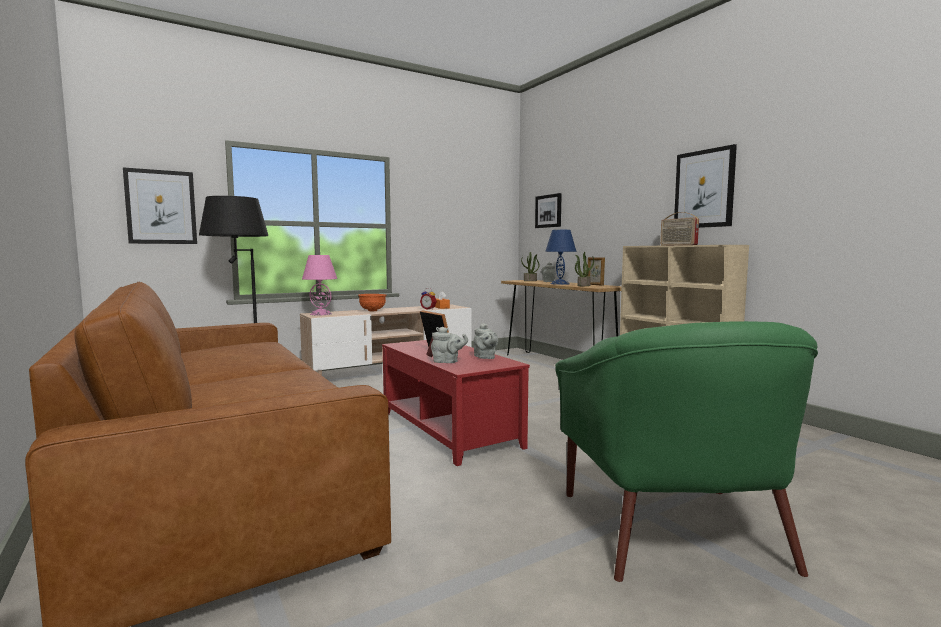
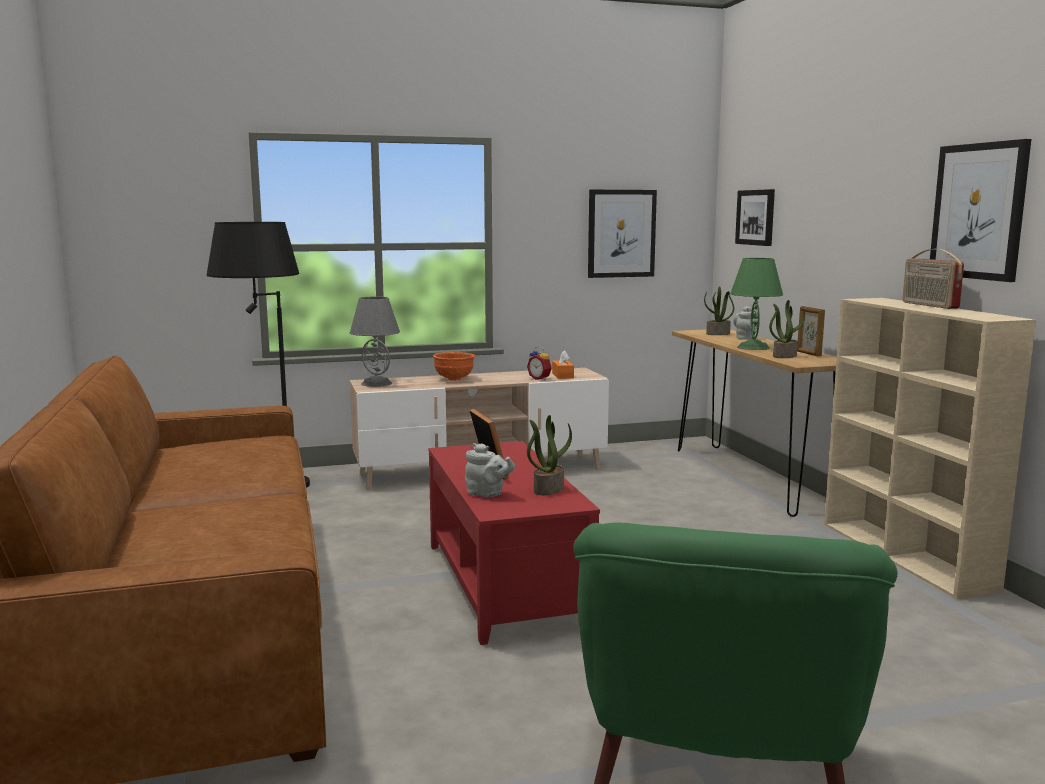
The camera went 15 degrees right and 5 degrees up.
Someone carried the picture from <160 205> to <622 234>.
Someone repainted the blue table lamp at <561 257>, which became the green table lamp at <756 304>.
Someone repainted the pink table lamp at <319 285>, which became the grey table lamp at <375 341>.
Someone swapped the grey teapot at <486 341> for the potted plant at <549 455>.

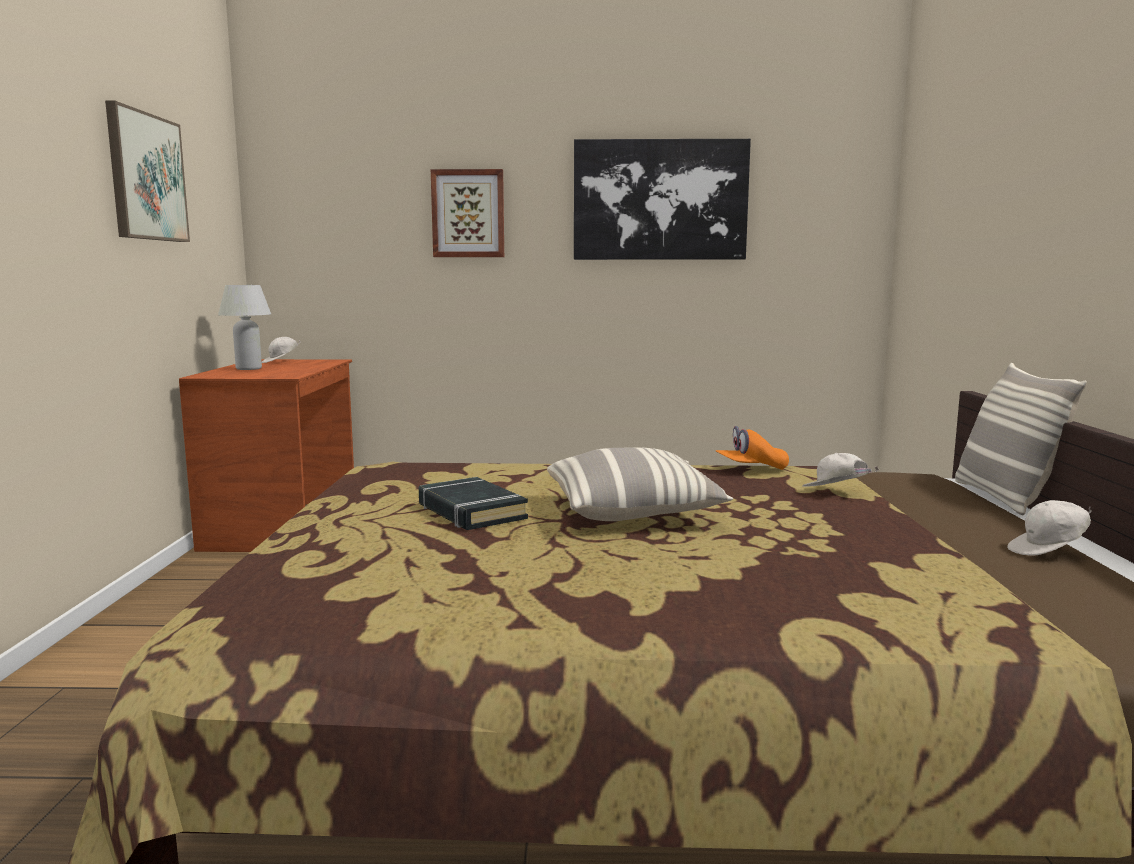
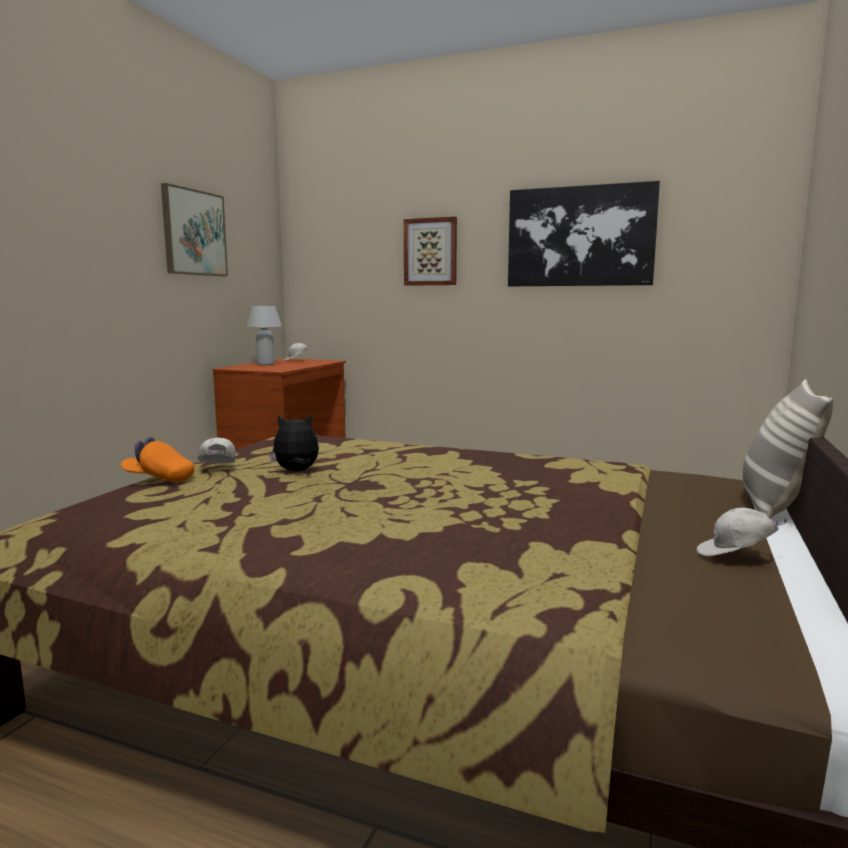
The camera went 20 degrees right and 0 degrees up.
Someone carried the orange cap from <752 448> to <157 459>.
Someone took away the pillow at <640 484>.
Someone carried the white cap from <840 470> to <216 450>.
Someone swapped the black book at <473 503> for the plush toy at <294 442>.

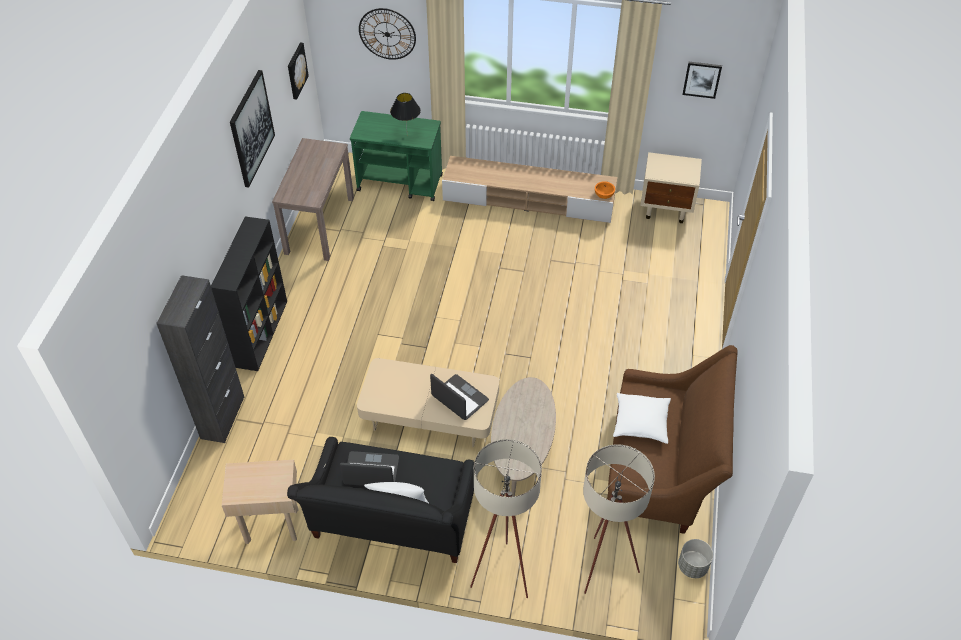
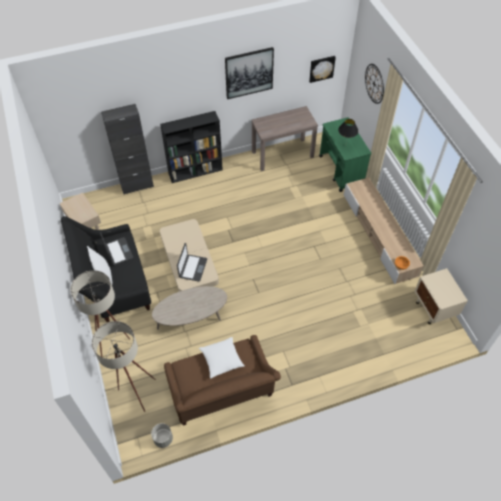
The camera went 60 degrees right and 5 degrees up.
Someone took away the picture at <702 80>.

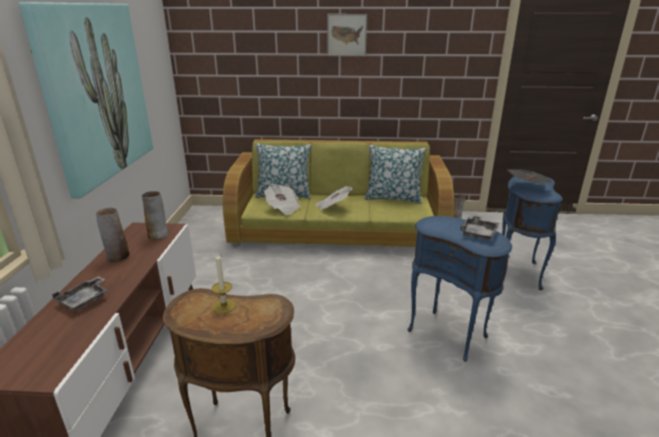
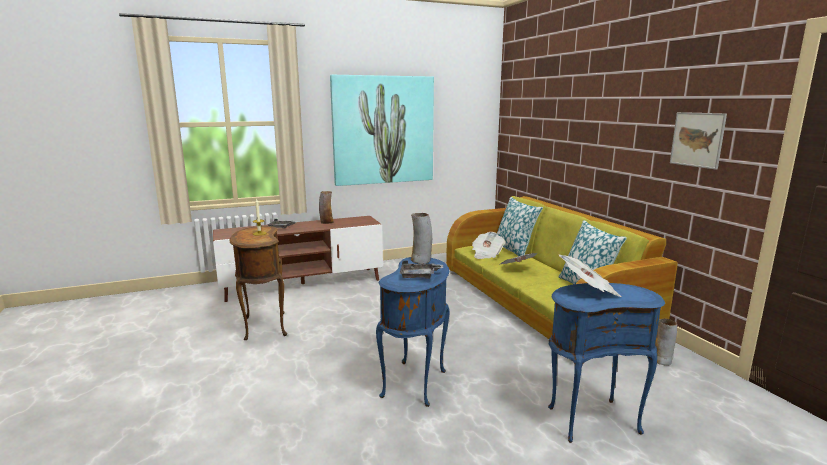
The camera went 65 degrees right and 10 degrees down.
Someone carried the picture from <347 35> to <698 141>.
Someone carried the vase from <155 215> to <421 238>.

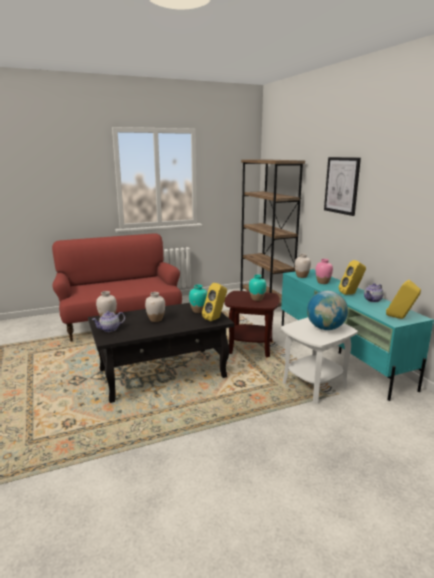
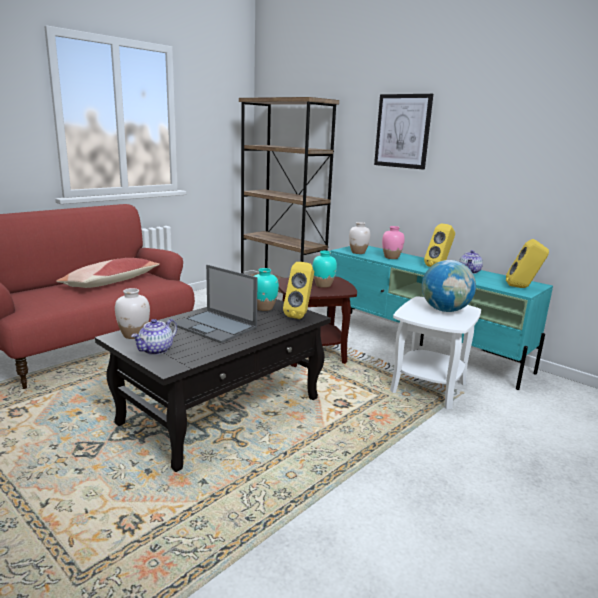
The camera went 25 degrees left and 0 degrees up.
Someone swapped the white vase at <155 307> for the laptop at <215 304>.
Someone put down the pillow at <108 273>.

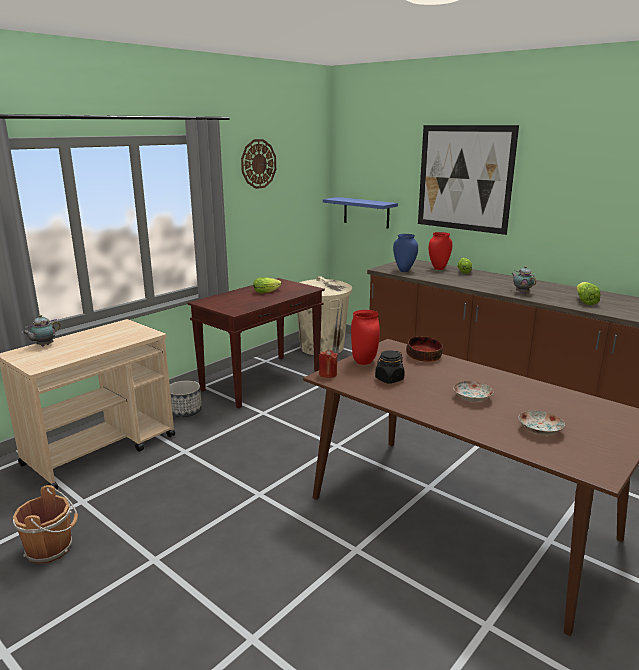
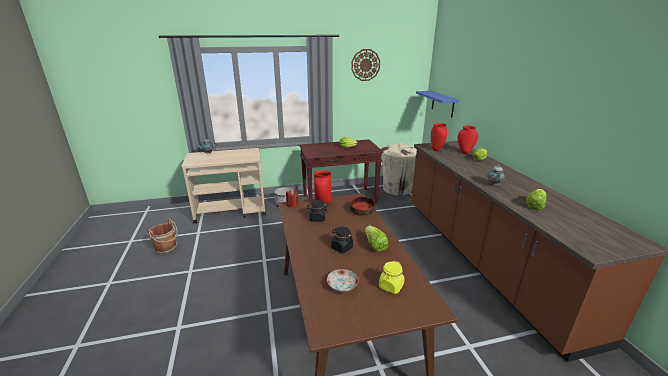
The camera went 35 degrees right and 5 degrees up.
Someone took away the picture at <468 180>.
Someone repainted the blue vase at <405 253>, which became the red vase at <439 137>.
Someone swapped the plate at <473 391> for the black jar at <342 239>.
Someone put down the lettuce at <376 239>.
Someone put down the yellow jar at <392 277>.

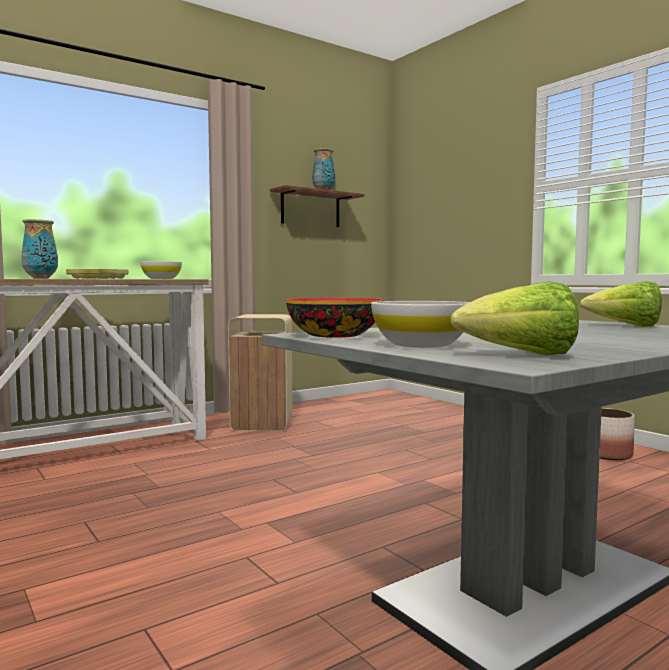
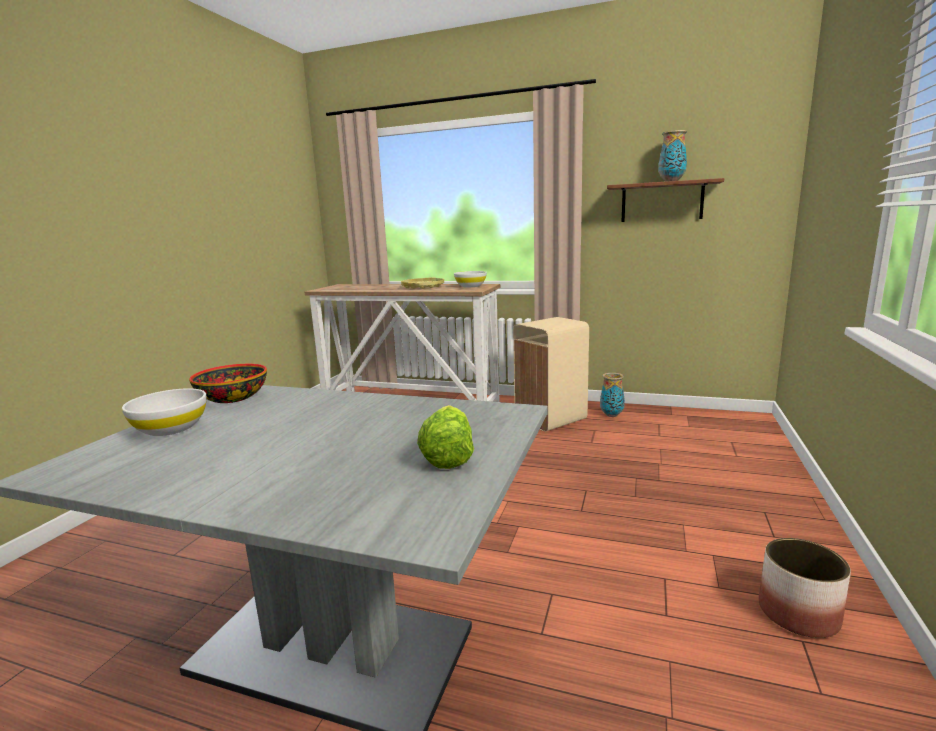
The camera went 55 degrees right and 10 degrees up.
Someone carried the vase from <39 249> to <612 395>.
Someone took away the lettuce at <514 318>.

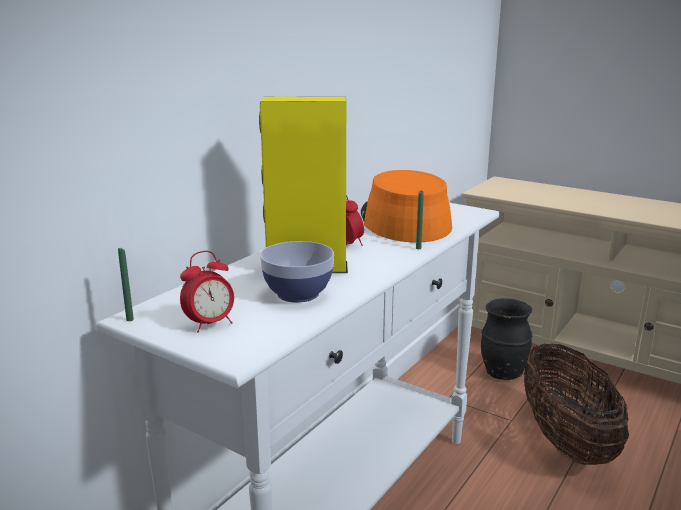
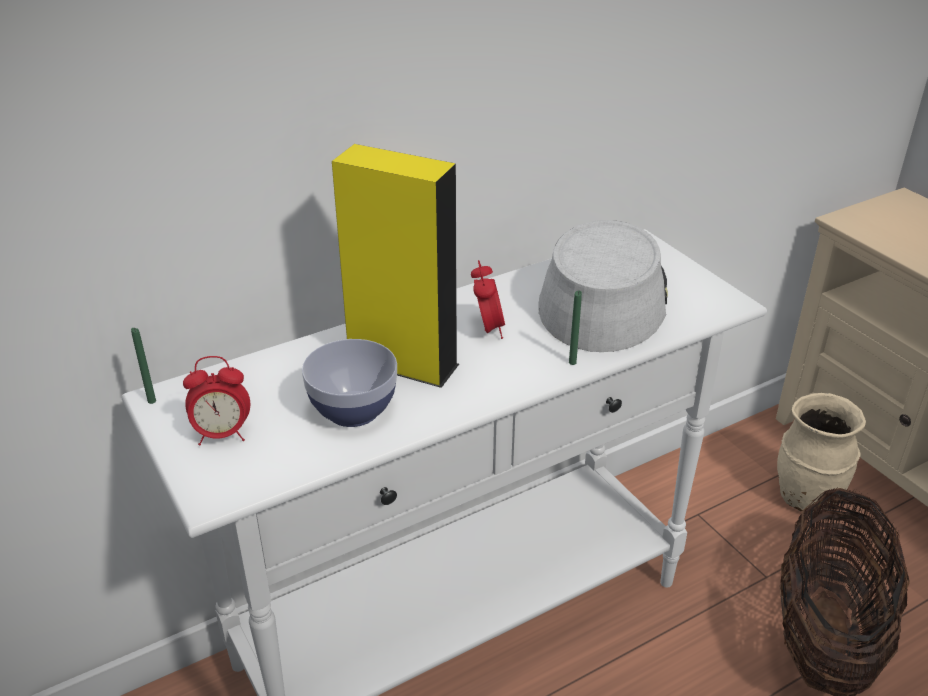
The camera went 25 degrees right and 15 degrees up.
Someone repainted the orange hat at <406 206>, which became the grey hat at <603 286>.
Someone repainted the black vase at <506 339>, which became the beige vase at <821 452>.

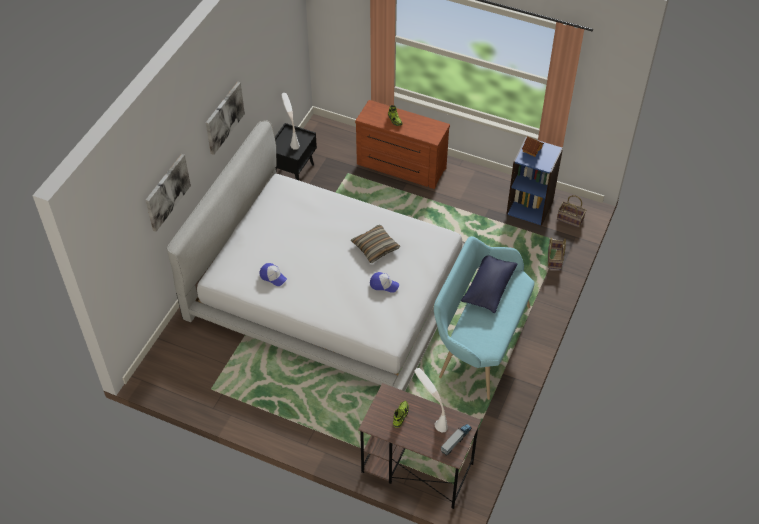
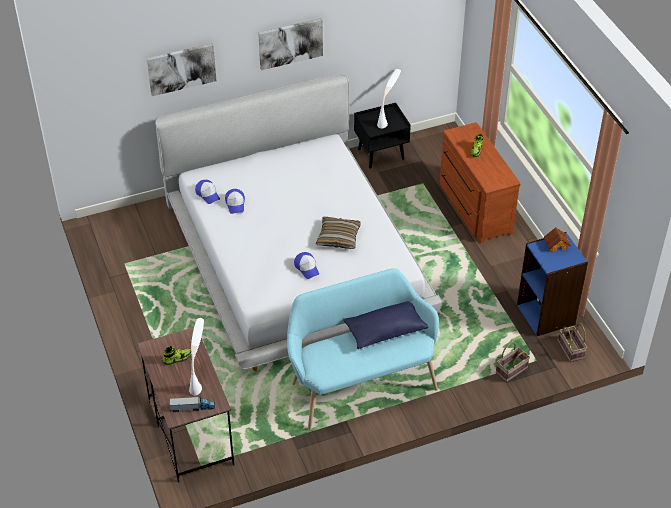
The camera went 45 degrees right and 5 degrees down.
Someone put down the cap at <207 192>.

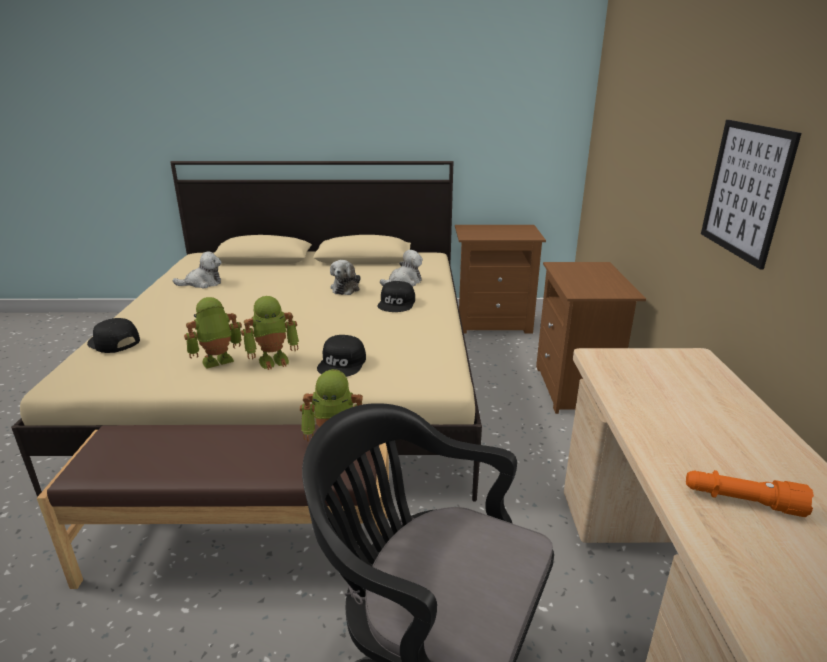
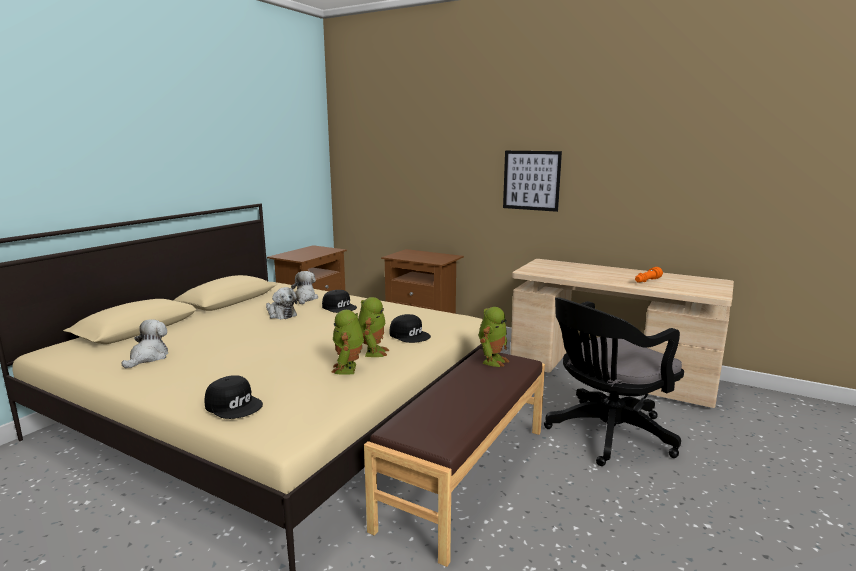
The camera went 60 degrees left and 10 degrees down.
Someone rotated the black cap at <113 335> by 120 degrees counterclockwise.

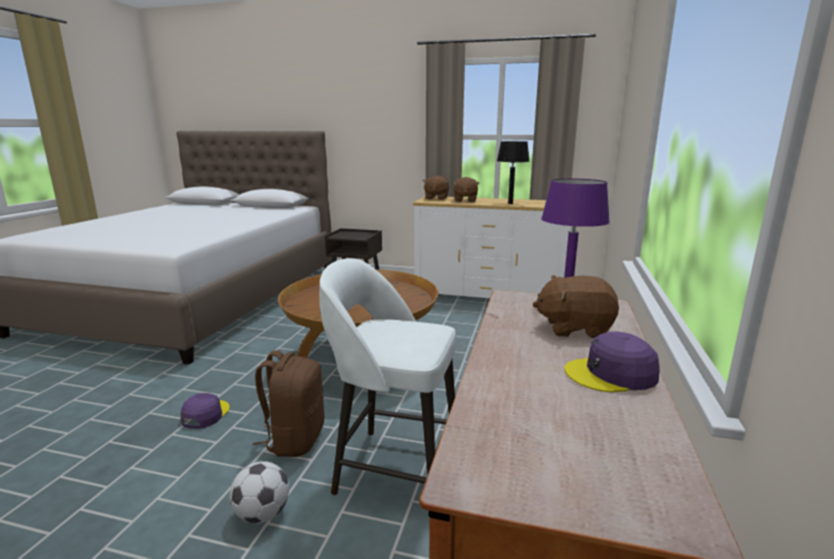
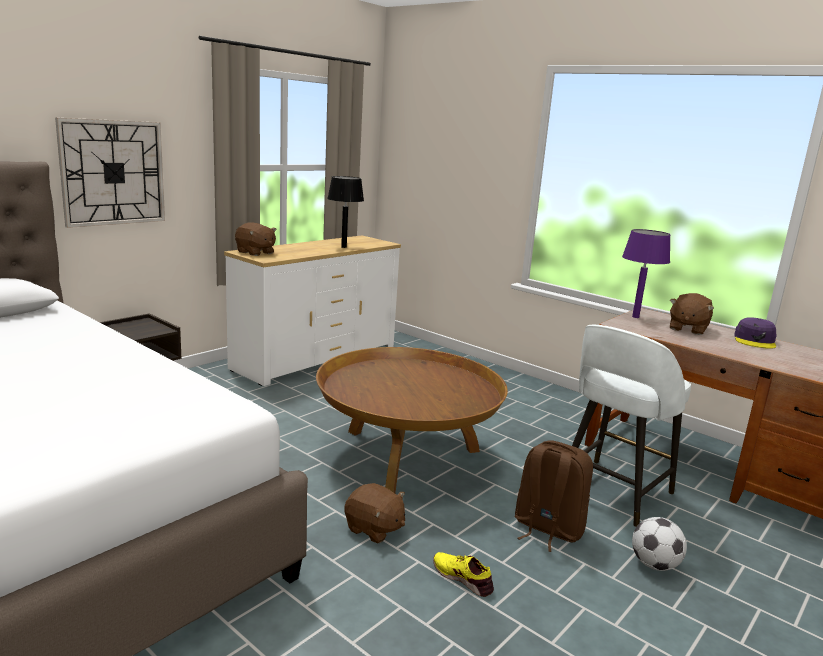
The camera went 65 degrees left and 0 degrees up.
Someone carried the brown plush toy from <465 189> to <375 513>.
Someone swapped the purple cap at <205 411> for the yellow shoe at <463 574>.
Someone put up the wall clock at <110 172>.

